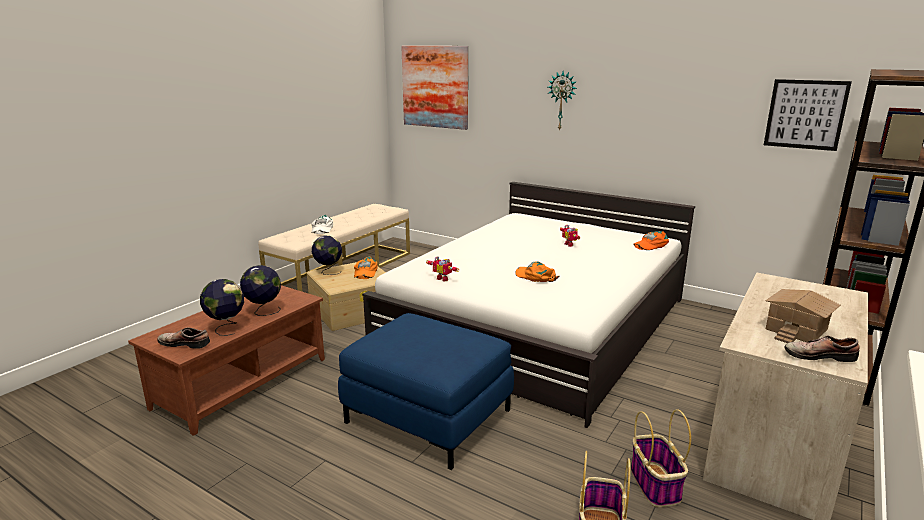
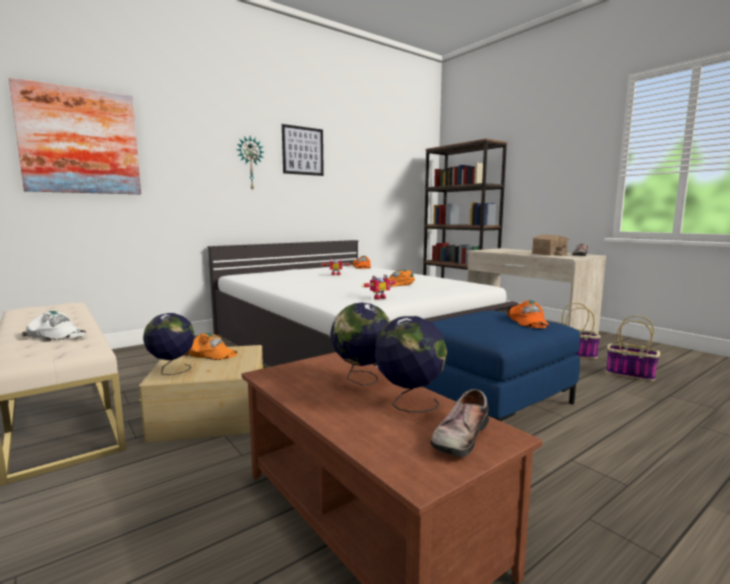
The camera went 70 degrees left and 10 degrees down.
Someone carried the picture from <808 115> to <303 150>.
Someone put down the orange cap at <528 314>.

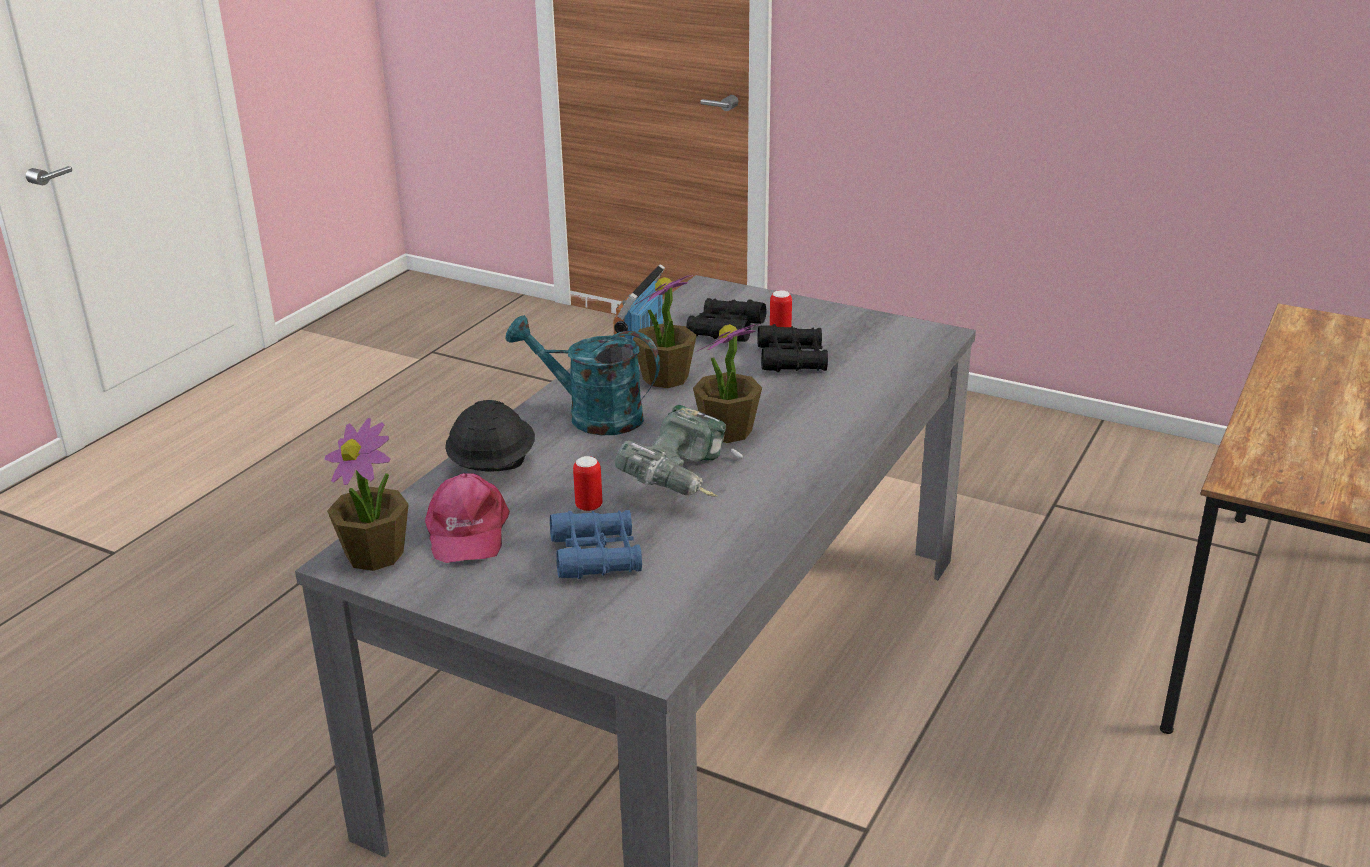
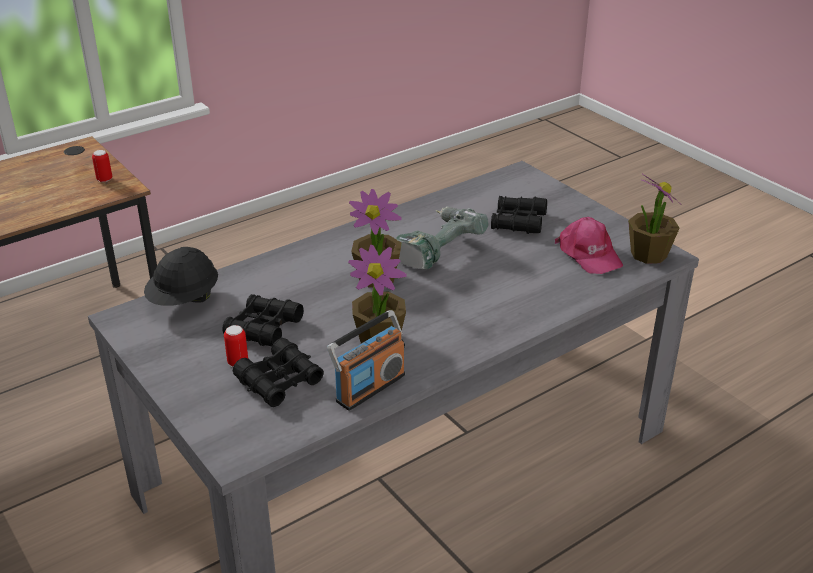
The camera went 155 degrees left and 5 degrees up.
Someone took away the turquoise watering can at <582 375>.
Someone carried the black hard hat from <490 436> to <181 276>.
Someone carried the can from <588 483> to <102 166>.
Someone rotated the pink cap at <467 518> by 135 degrees clockwise.
Someone repainted the blue binoculars at <596 544>, which became the black binoculars at <519 215>.

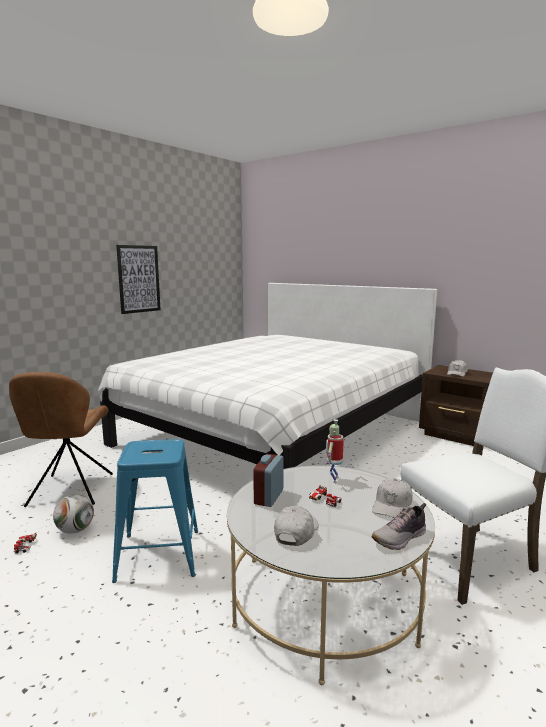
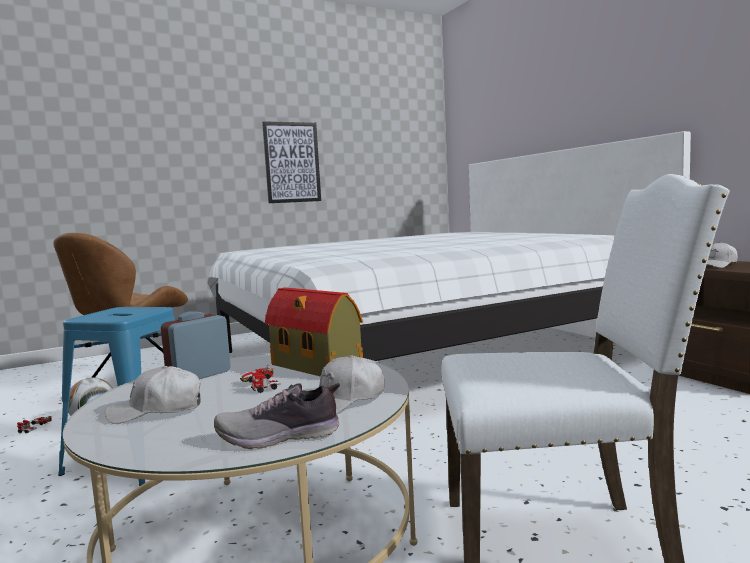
The camera went 25 degrees right and 5 degrees down.
Someone swapped the toy robot at <335 451> for the toy house at <314 332>.
Someone rotated the white cap at <296 526> by 150 degrees counterclockwise.

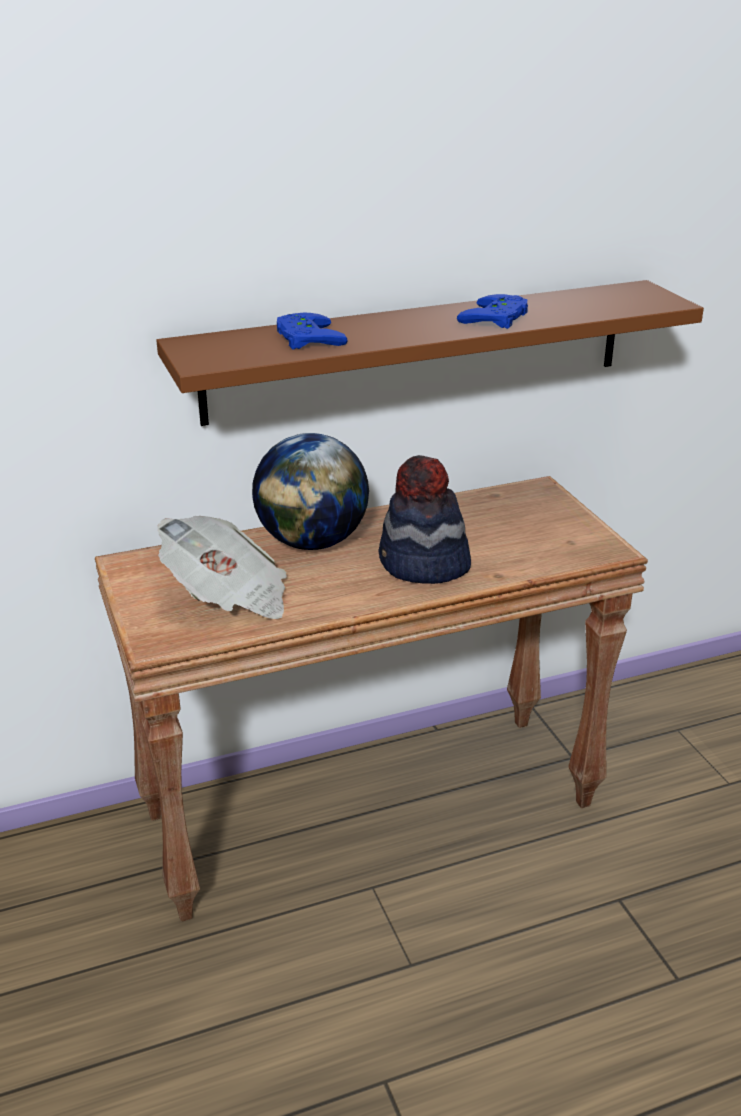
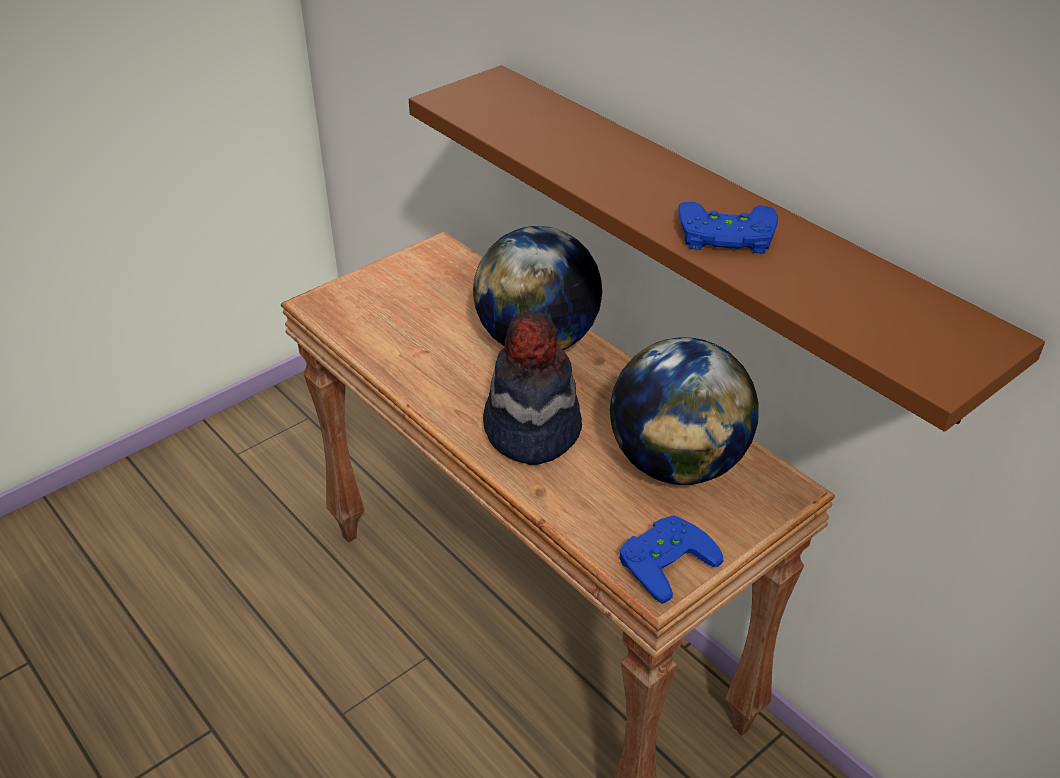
The camera went 70 degrees right and 10 degrees up.
Someone carried the blue game controller from <312 331> to <671 559>.
Someone took away the newspaper at <222 567>.
Someone put down the globe at <684 411>.

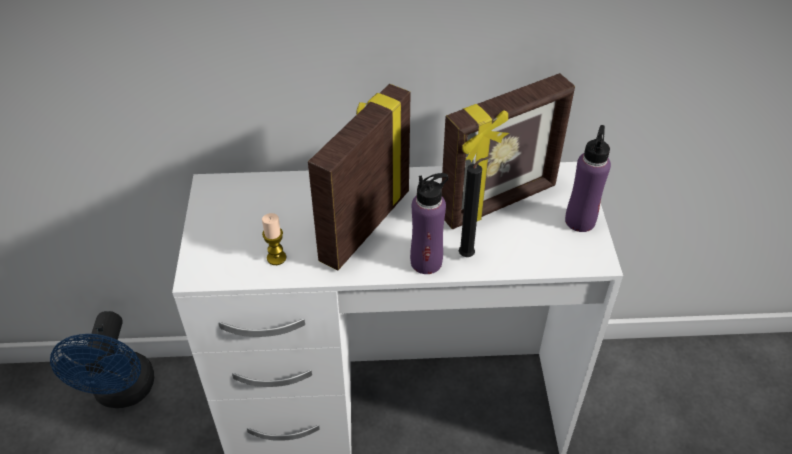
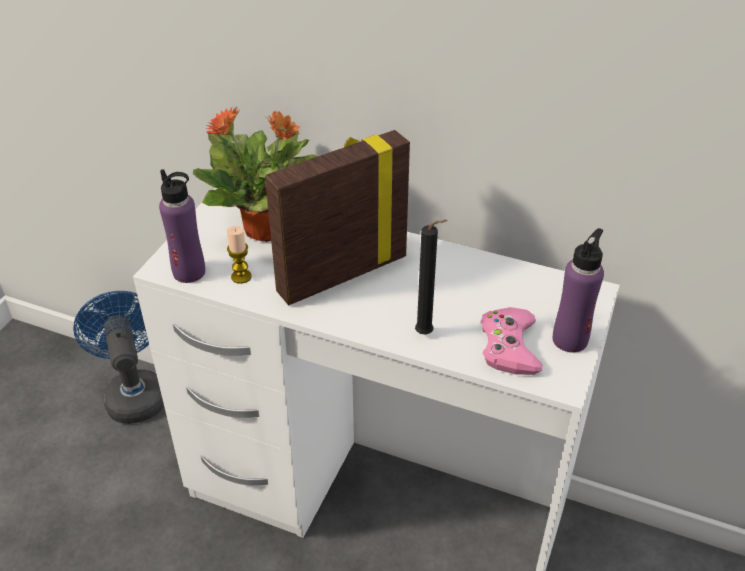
The camera went 25 degrees right and 5 degrees down.
Someone took away the picture frame at <508 151>.
Someone carried the purple bottle from <429 223> to <182 226>.
Someone rotated the blue fan at <102 359> by 135 degrees clockwise.
Someone put down the potted plant at <255 174>.
Someone put down the pink game controller at <511 341>.

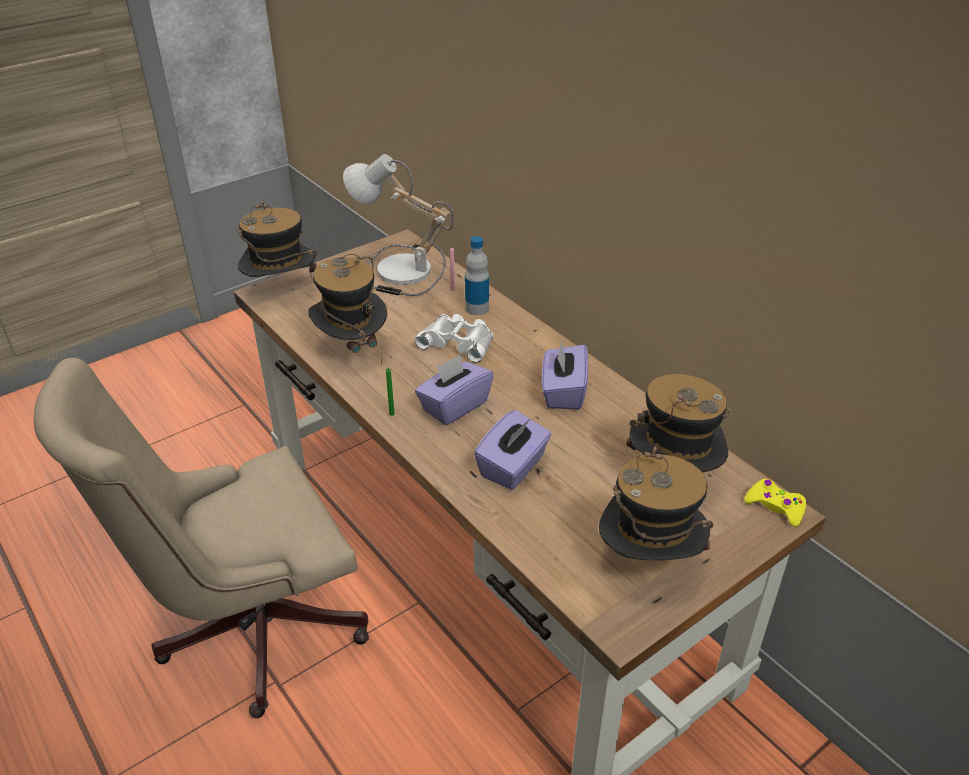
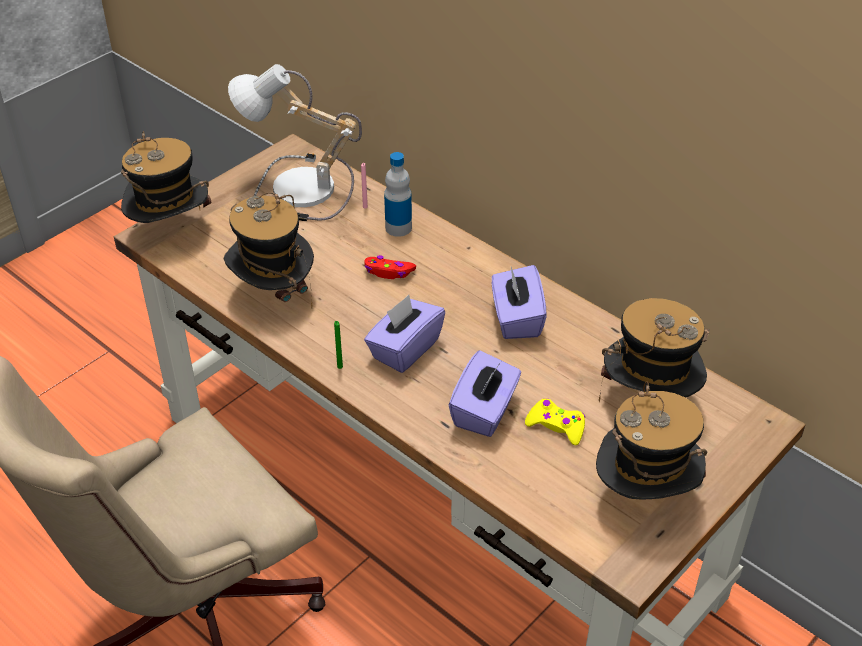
The camera went 10 degrees left and 5 degrees up.
Someone swapped the white binoculars at <454 338> for the red game controller at <390 267>.
Someone carried the yellow game controller from <775 502> to <555 421>.

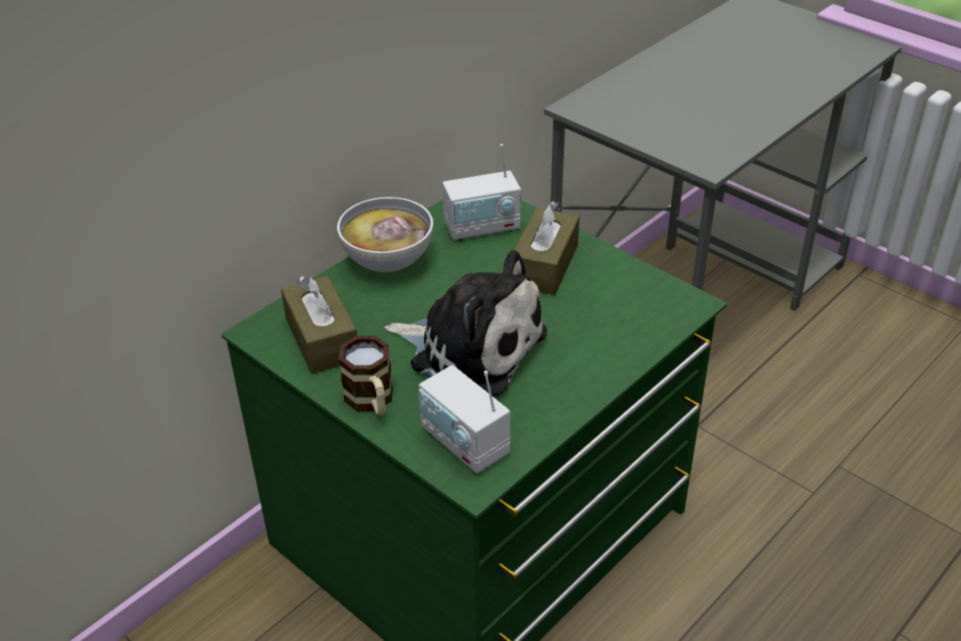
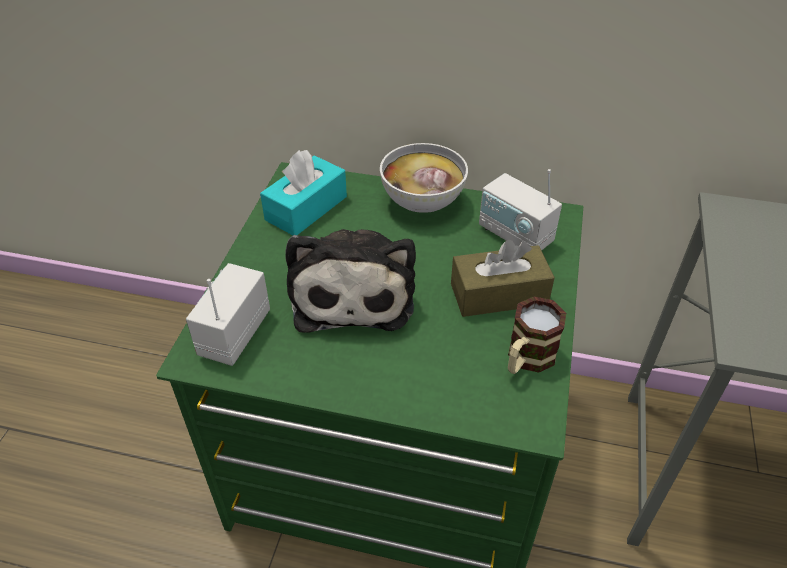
The camera went 60 degrees right and 5 degrees up.
Someone repainted the brown tissue box at <319 325>, which became the turquoise tissue box at <303 192>.
Someone carried the mug from <366 376> to <537 335>.

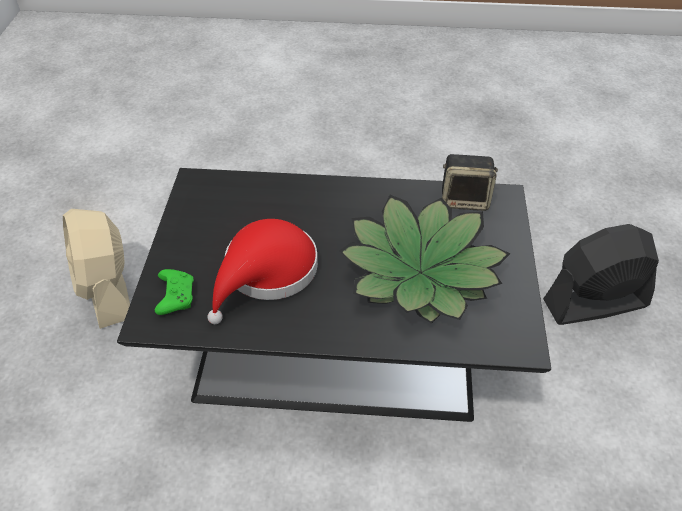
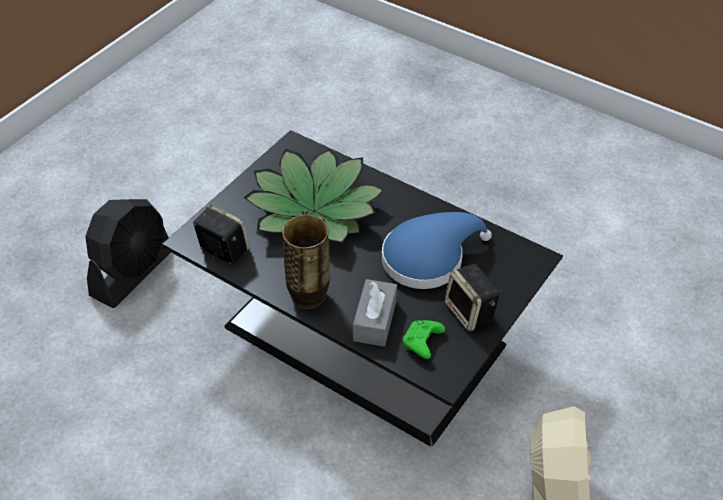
The camera went 150 degrees left and 0 degrees up.
Someone repainted the red hat at <262 271>, which became the blue hat at <437 250>.
Someone rotated the black fan at <601 274> by 75 degrees counterclockwise.
Someone carried the green game controller from <174 292> to <424 339>.
Someone put down the vase at <306 259>.
Someone put down the speaker at <472 297>.
Someone put down the grey tissue box at <375 312>.

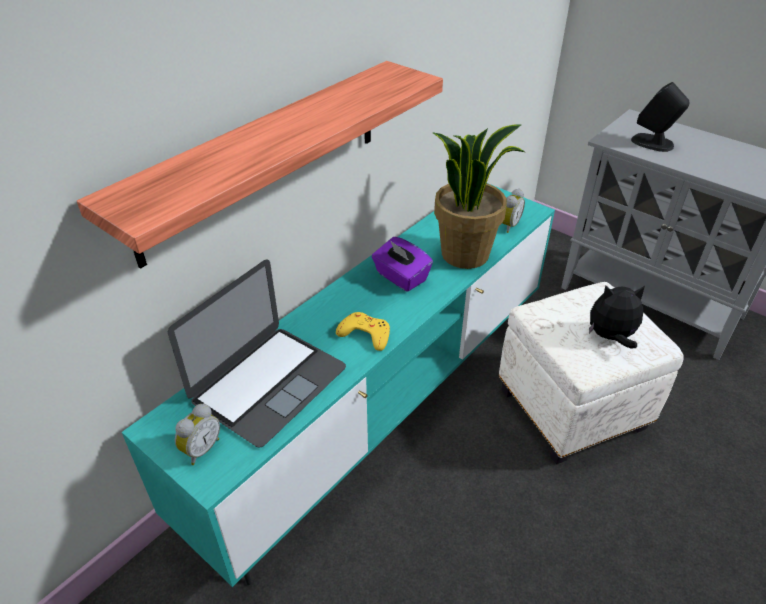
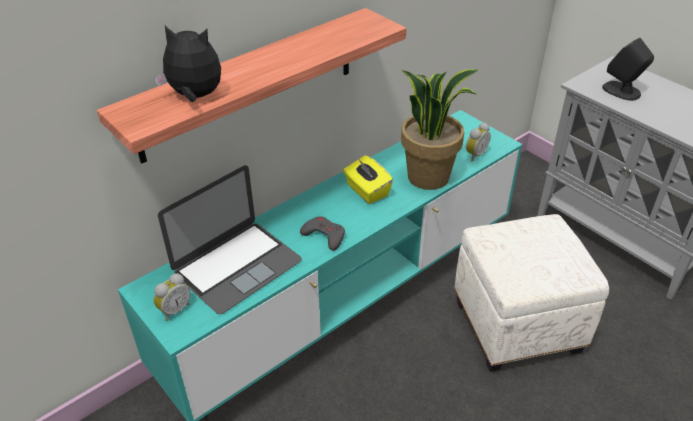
The camera went 10 degrees right and 0 degrees up.
Someone repainted the purple tissue box at <402 264>, which became the yellow tissue box at <368 179>.
Someone carried the plush toy from <617 316> to <187 64>.
Someone repainted the yellow game controller at <363 331>, which became the grey game controller at <322 233>.

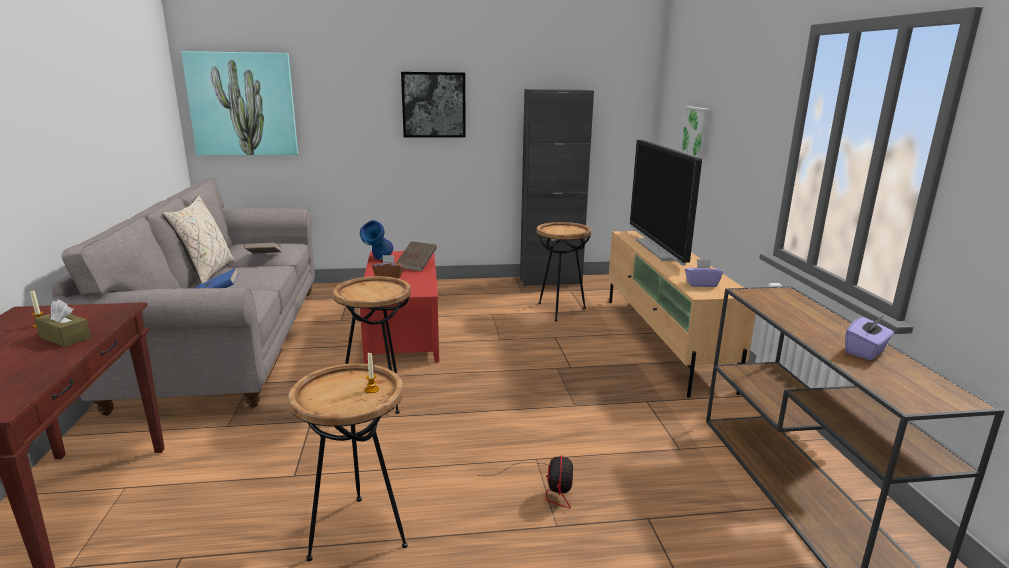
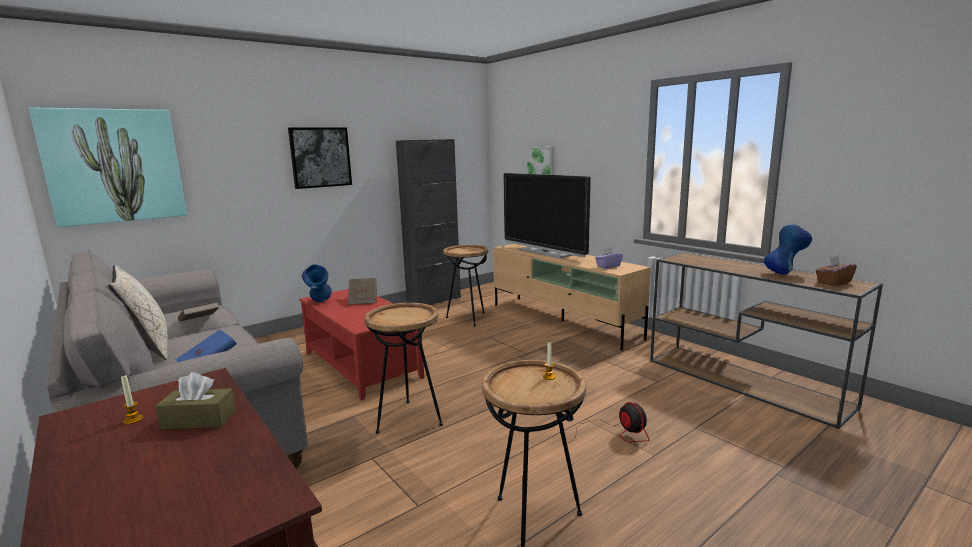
The camera went 30 degrees left and 5 degrees down.
Someone carried the brown tissue box from <388 267> to <836 270>.
Someone swapped the purple tissue box at <869 338> for the blue vase at <788 250>.

